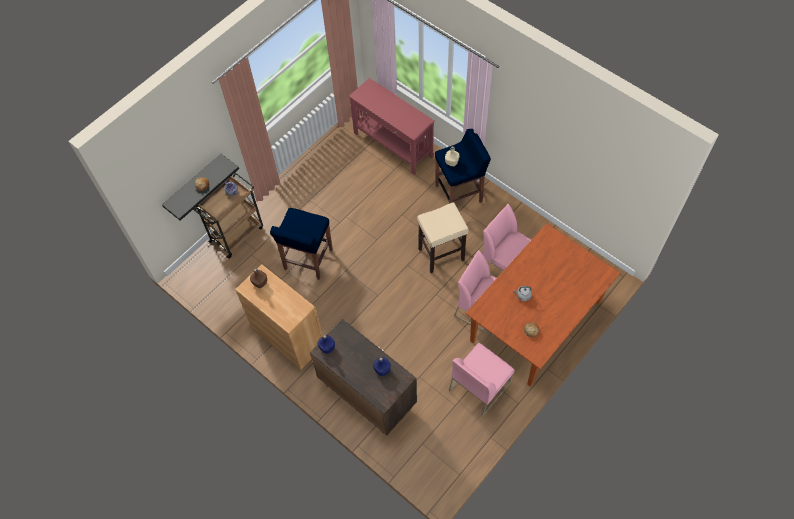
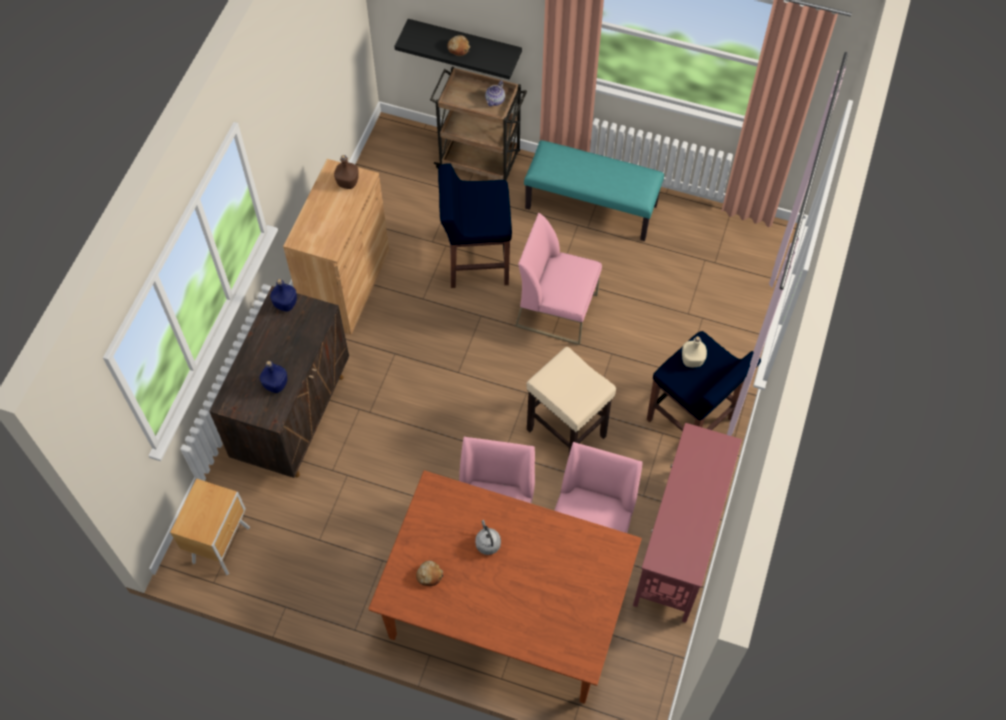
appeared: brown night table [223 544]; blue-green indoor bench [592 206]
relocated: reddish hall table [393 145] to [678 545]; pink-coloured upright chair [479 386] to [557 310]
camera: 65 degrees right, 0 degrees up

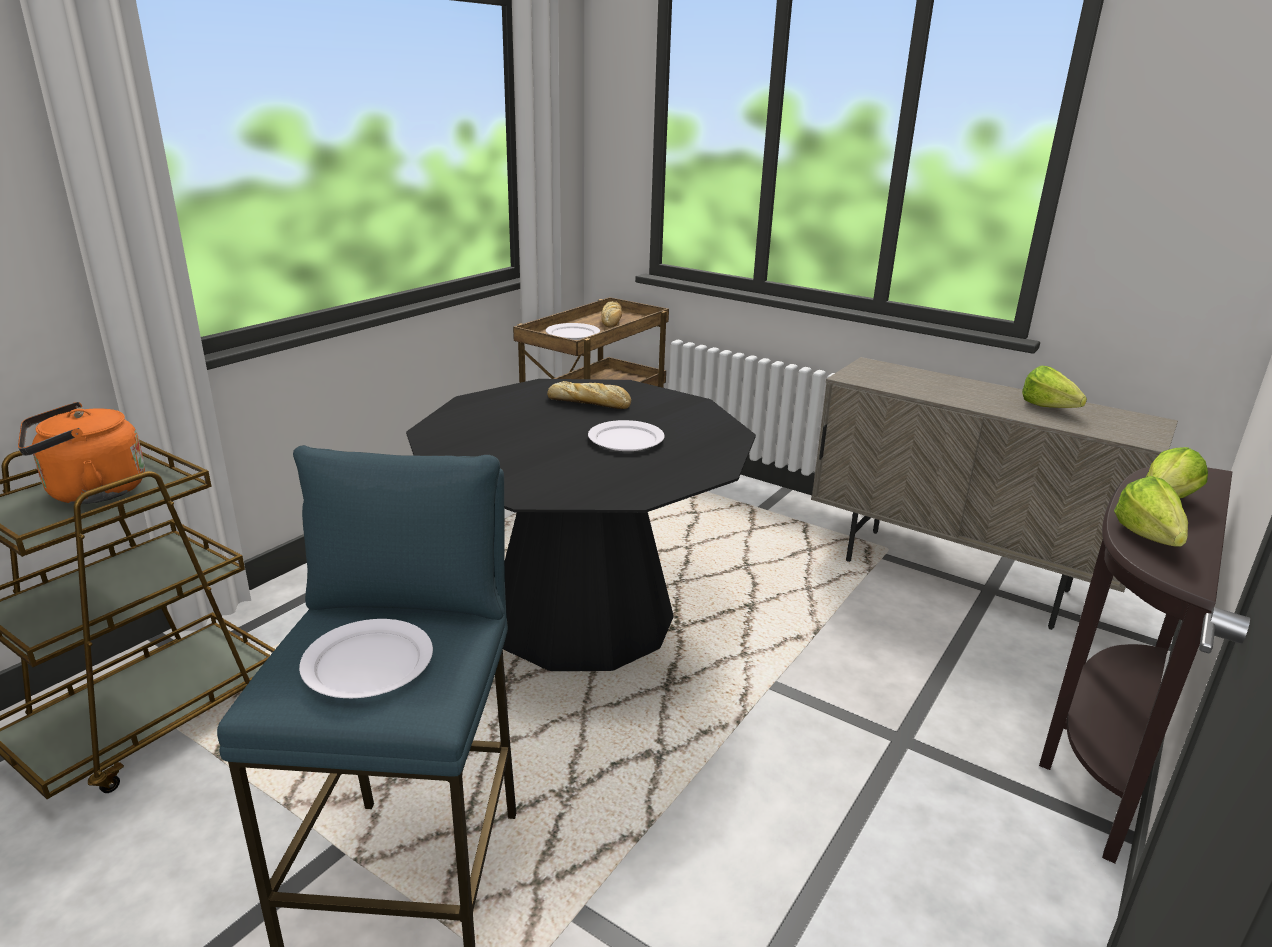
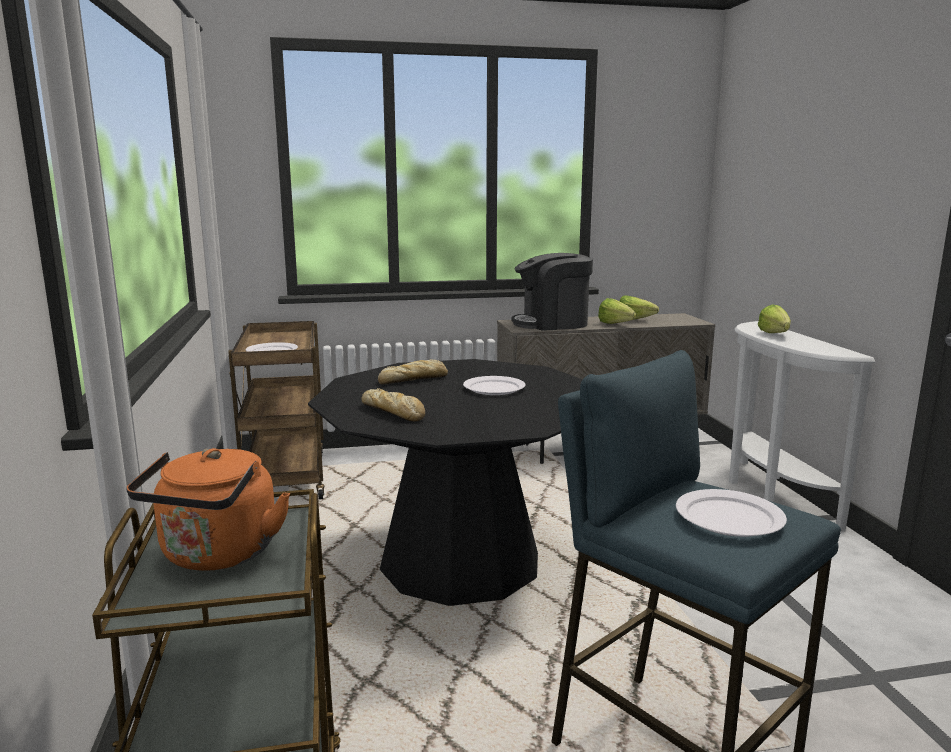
appeared: coffee brewer [552 323]
relocated: baked bread [612 320] to [393 412]; head of lettuce [1149 542] to [617 325]
colour: brown hall table [1094 751] to white hall table [770 493]
camera: 45 degrees left, 10 degrees down

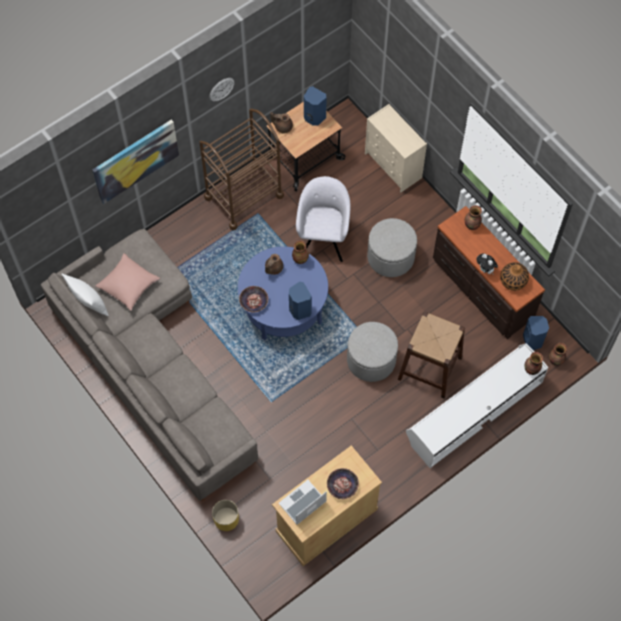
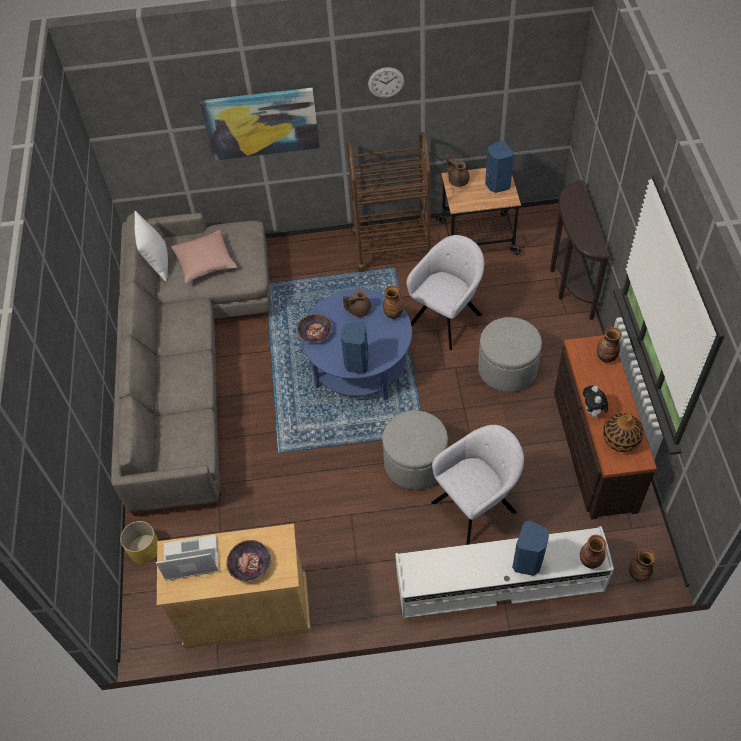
relocated: blue-coloured speaker [533 341] to [528 562]
exchanged: sand-coloured drawer chest [393 166] to brown hall table [568 283]; brown stool [430 368] to gray lounge chair [476 505]
camera: 35 degrees right, 10 degrees down

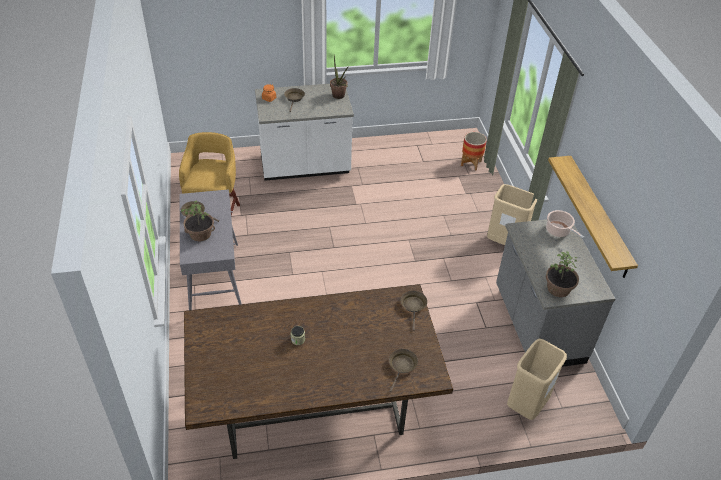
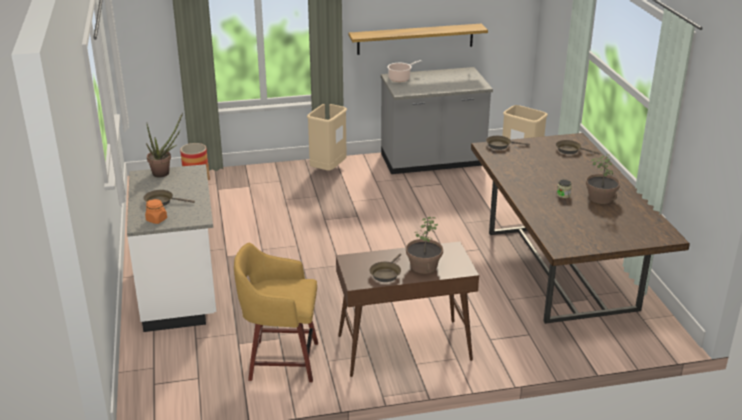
relocated: potted plant [558 289] to [601 198]
colour: gray hall table [214 279] to brown hall table [403 348]
camera: 90 degrees left, 15 degrees down

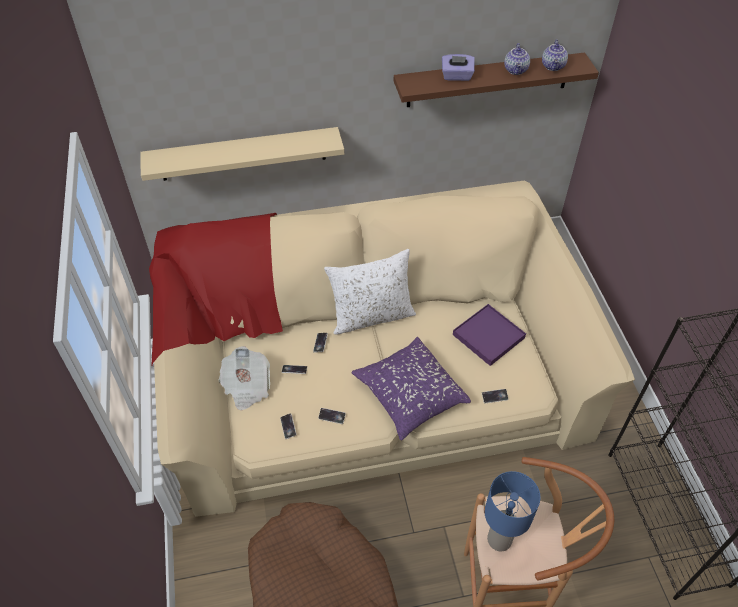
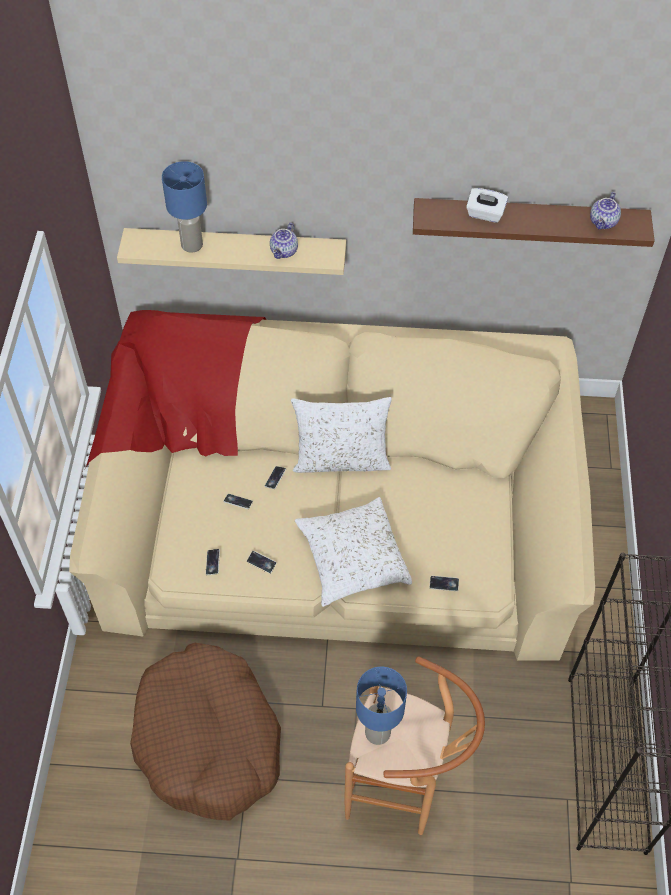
missing: printed paper [246 387]; purplish serving tray [488 336]
appeared: blue-coloured lamp for a table [192 245]
relocated: tea pot [516 70] to [284 252]
colour: purplish pillow [409 394] to white pillow [352 558]; purplish tissue box [456 76] to white tissue box [485 214]
camera: 15 degrees right, 5 degrees up

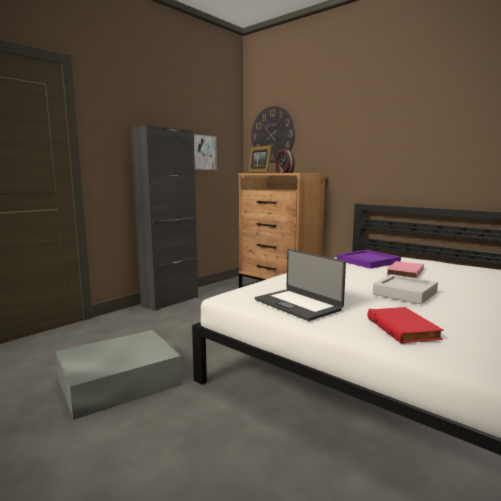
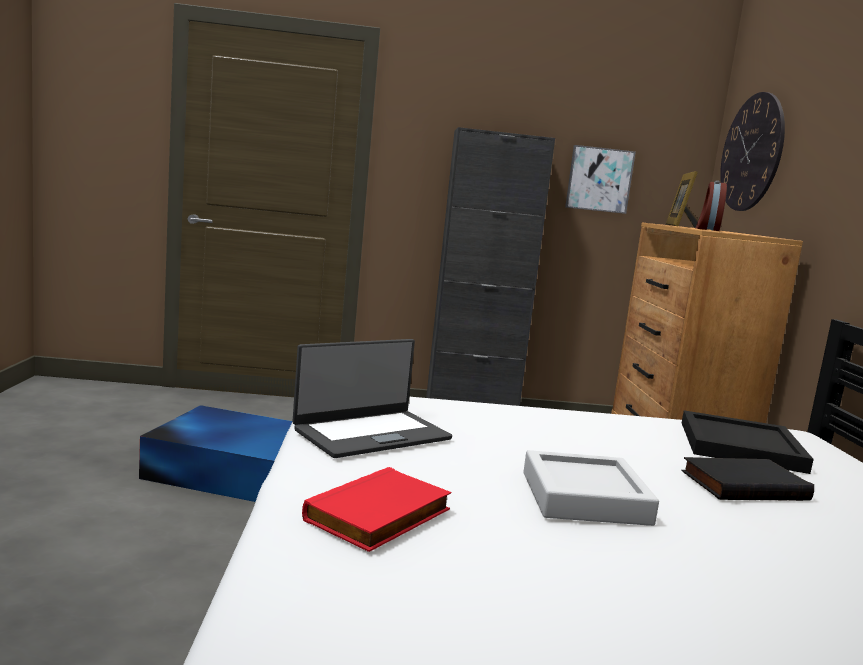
colour: gray storage box [117 382] to blue-coloured storage box [231 470]; purplish serving tray [367 261] to black-coloured serving tray [739 445]; pink-coloured book [404 272] to black-coloured book [743 485]
spun: portable computer [298 304] = [371 433] 135 degrees counterclockwise
camera: 45 degrees right, 0 degrees up

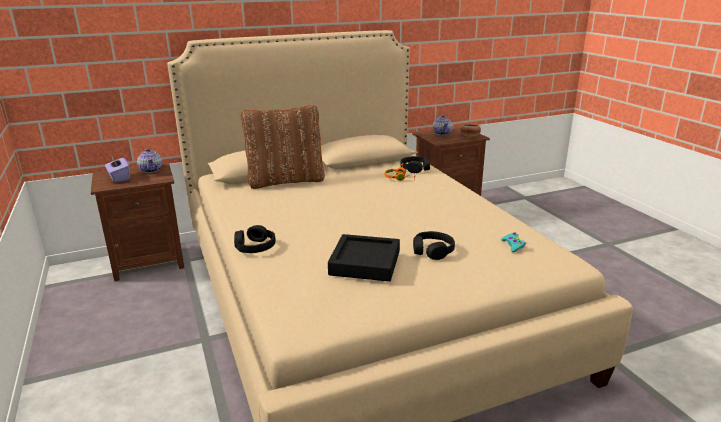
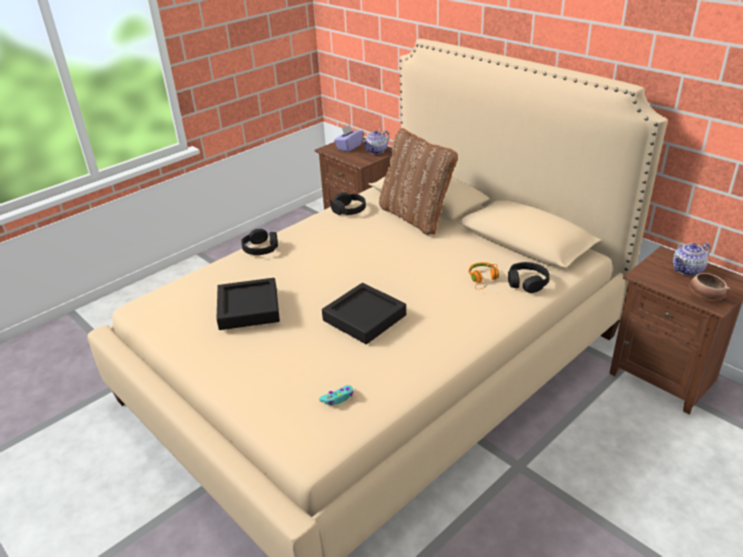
appeared: black-coloured serving tray [364 318]
relocated: black-coloured headset [432 251] to [349 210]
camera: 70 degrees right, 10 degrees up

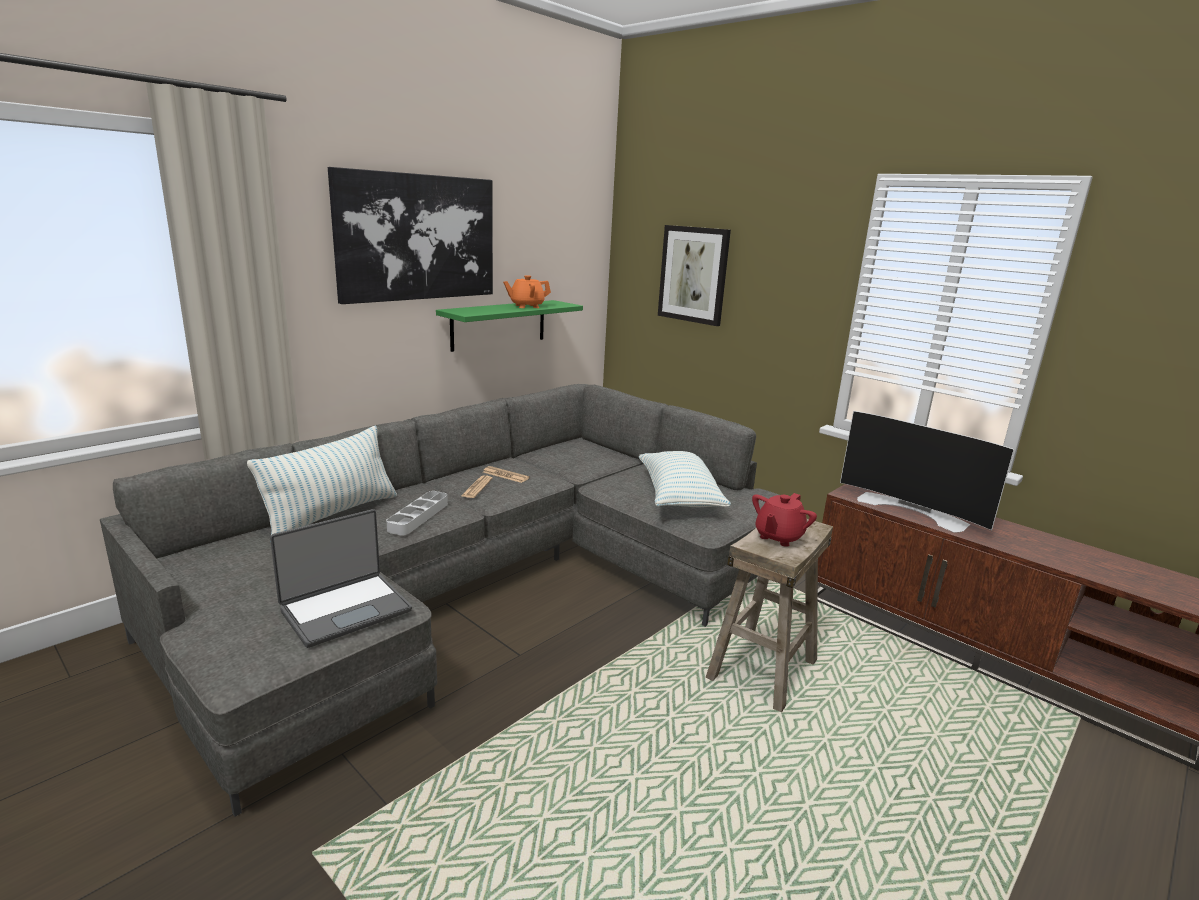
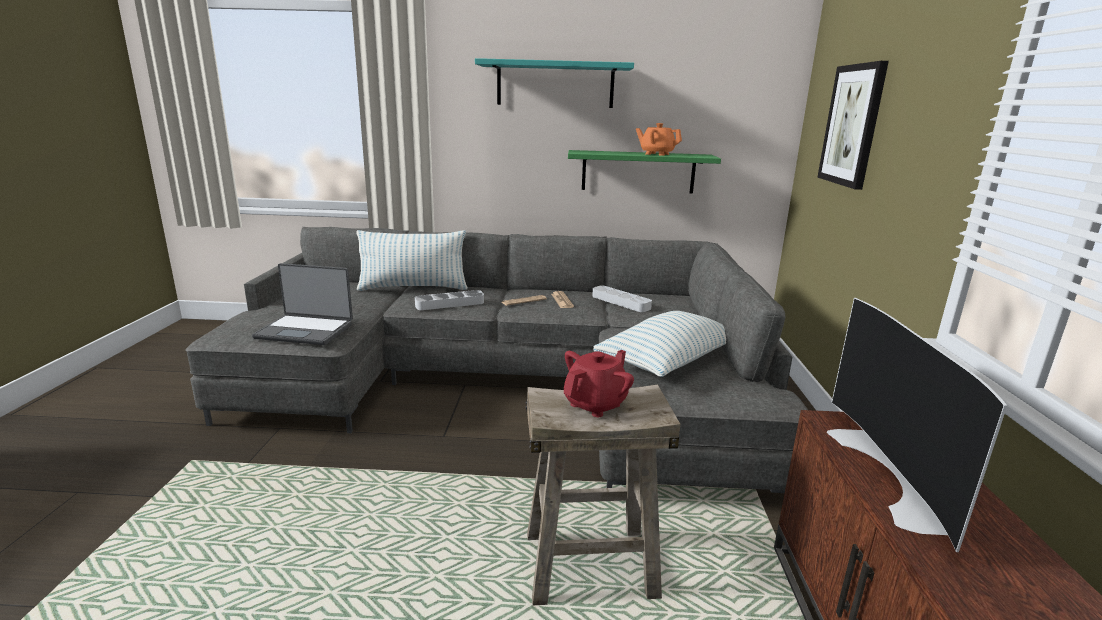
appeared: gray serving tray [620 302]
exchanged: wall art [417 237] to blue-green wall shelf [555 85]
spun: reddish tea pot [778 537] = [595 404] 135 degrees clockwise
camera: 50 degrees right, 0 degrees up

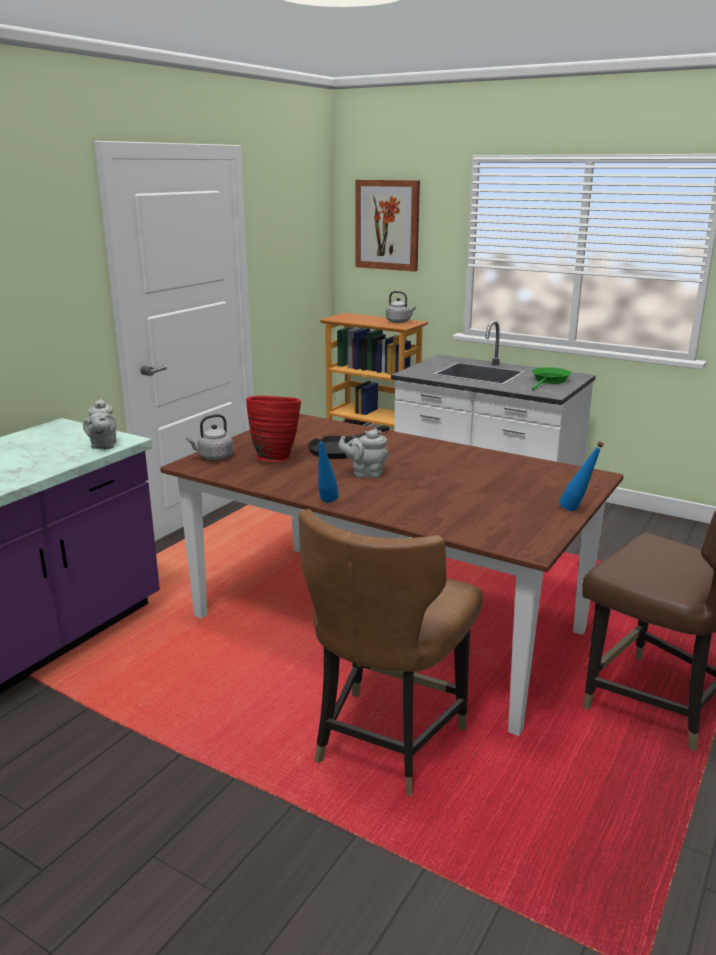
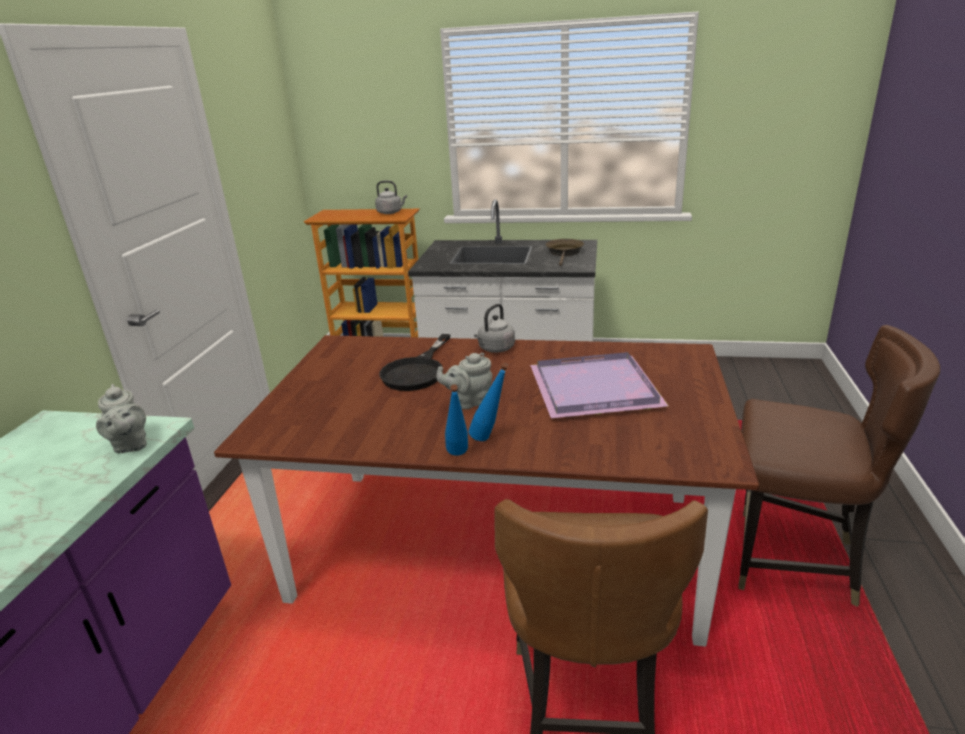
missing: reddish decorative vase [275 458]; wall art [387 225]
appeared: purplish serving tray [597 389]
relocated: gray tea kettle [213 457] to [495 349]; blue-coloured drink bottle [577 511] to [490 439]
colour: green-coloured pan [549 381] to brown pan [564 253]
camera: 20 degrees left, 5 degrees up

